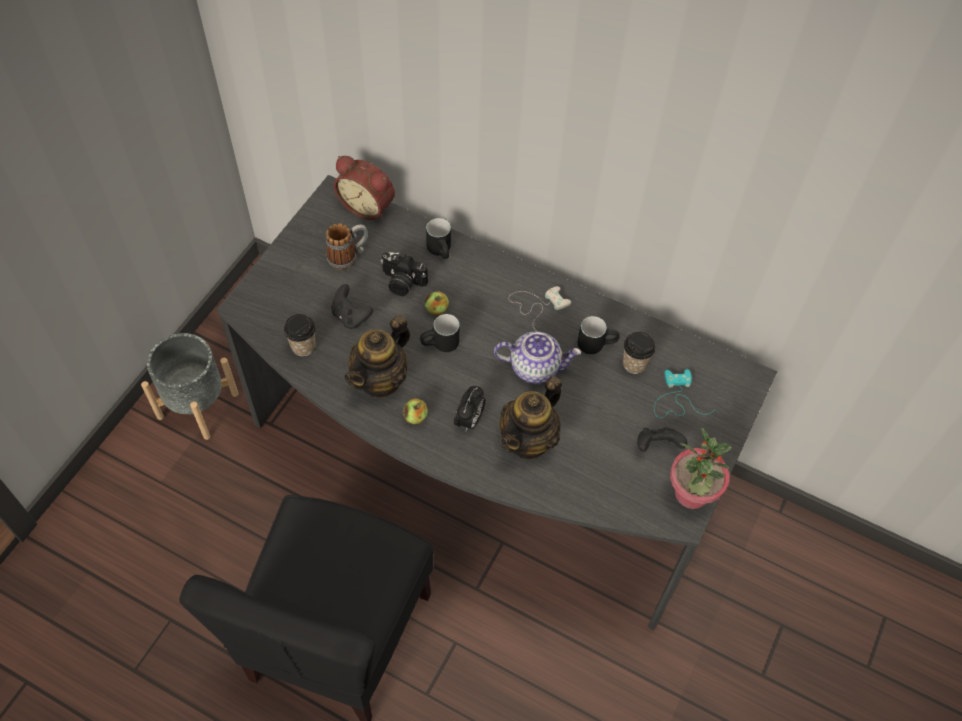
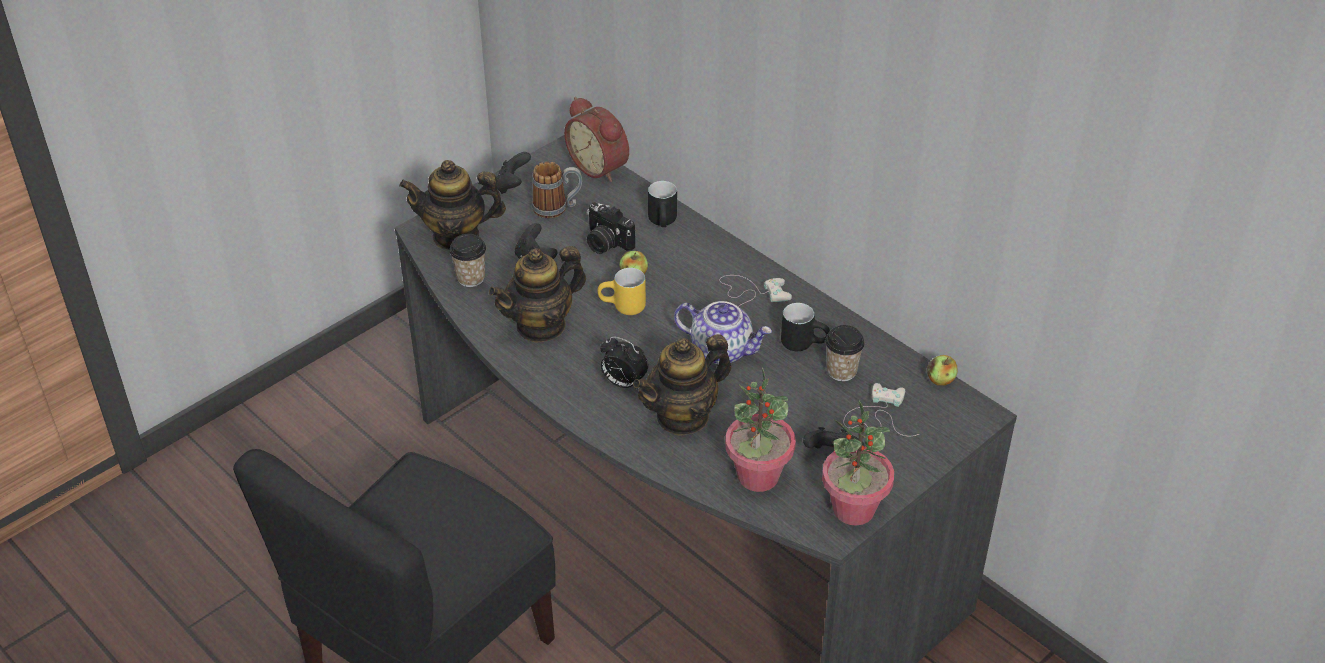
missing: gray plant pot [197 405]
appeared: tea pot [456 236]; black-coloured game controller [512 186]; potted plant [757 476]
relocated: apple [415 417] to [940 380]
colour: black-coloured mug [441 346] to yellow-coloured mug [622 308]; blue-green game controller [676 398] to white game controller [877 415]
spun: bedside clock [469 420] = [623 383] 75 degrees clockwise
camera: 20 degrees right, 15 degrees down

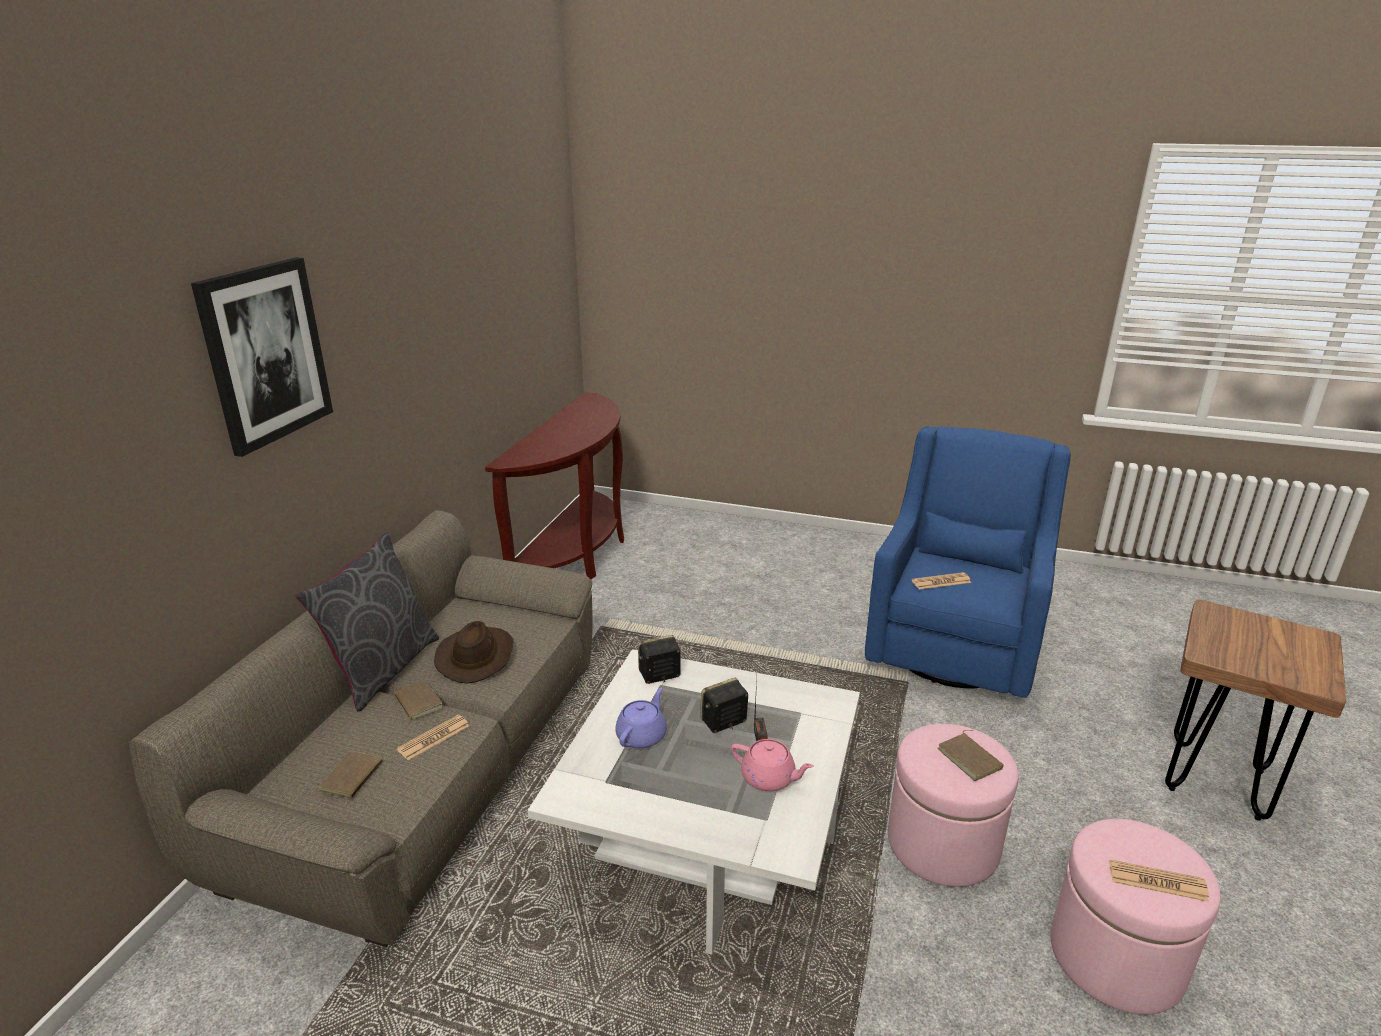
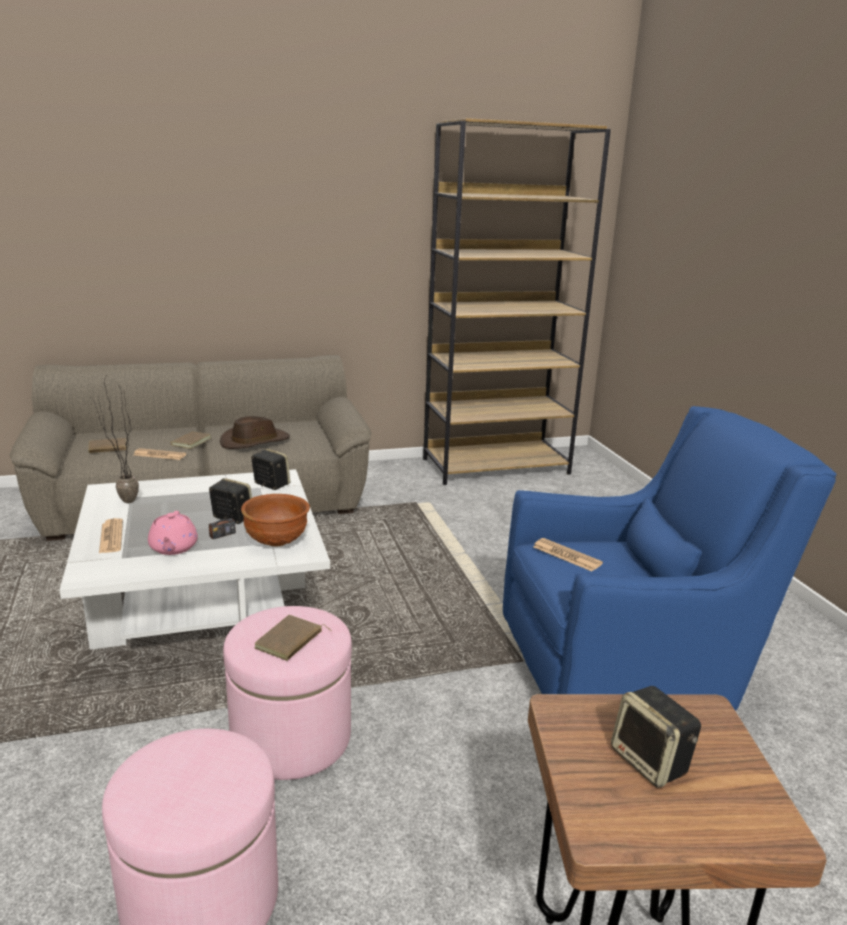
missing: wall art [265 354]; gray pillow [383 669]; purplish tea pot [642 735]
appeared: potted plant [121 501]; brown deep dish [277 542]; speaker [651 762]
relocated: printed paper [1157 881] to [111 537]
exchanged: brown hall table [576 554] to brown bookcase [496 466]
camera: 55 degrees right, 5 degrees down

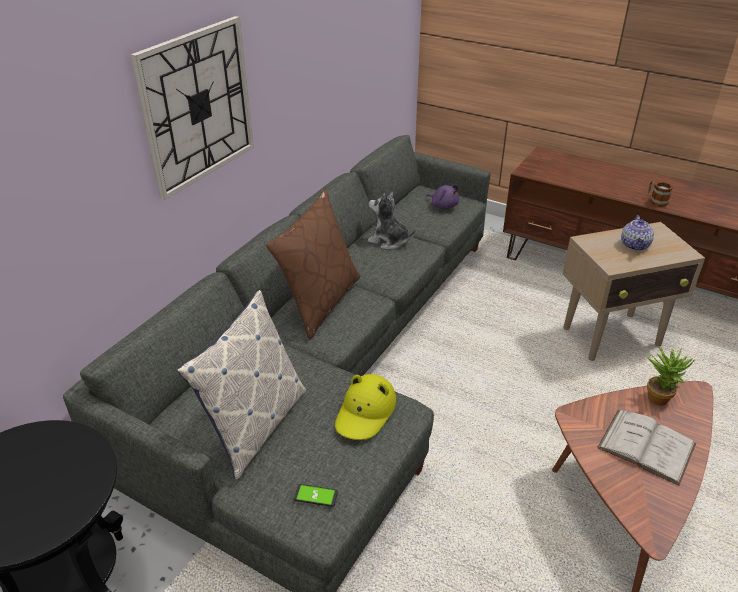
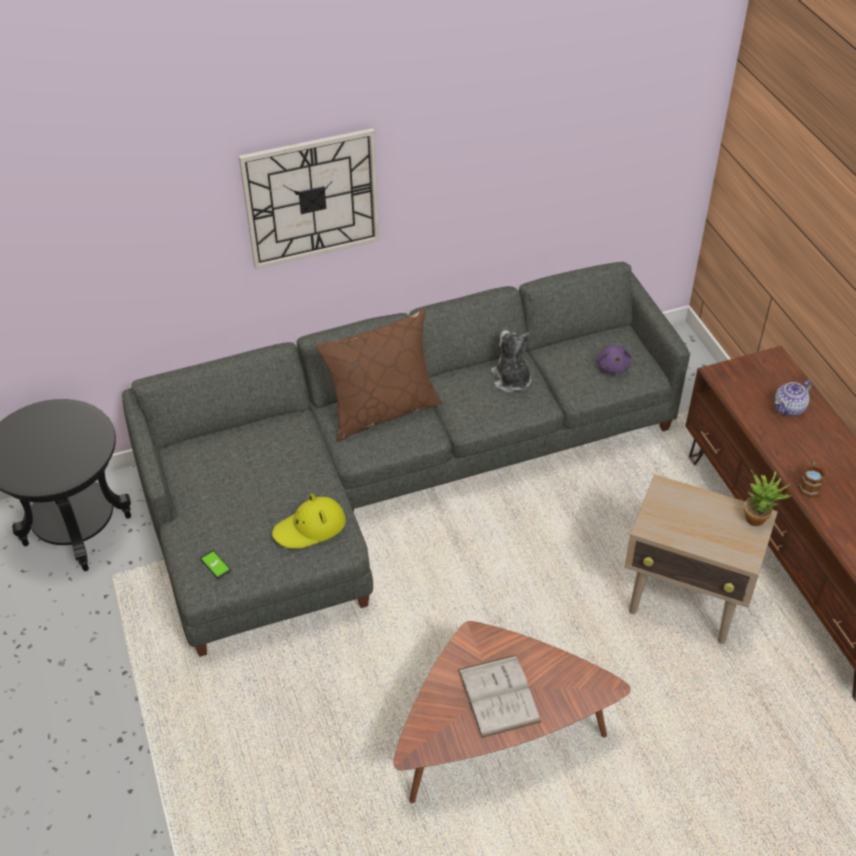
missing: pillow [255 426]
relocated: tea pot [635 245] to [789 408]; potted plant [659 396] to [759 518]
camera: 40 degrees right, 10 degrees up

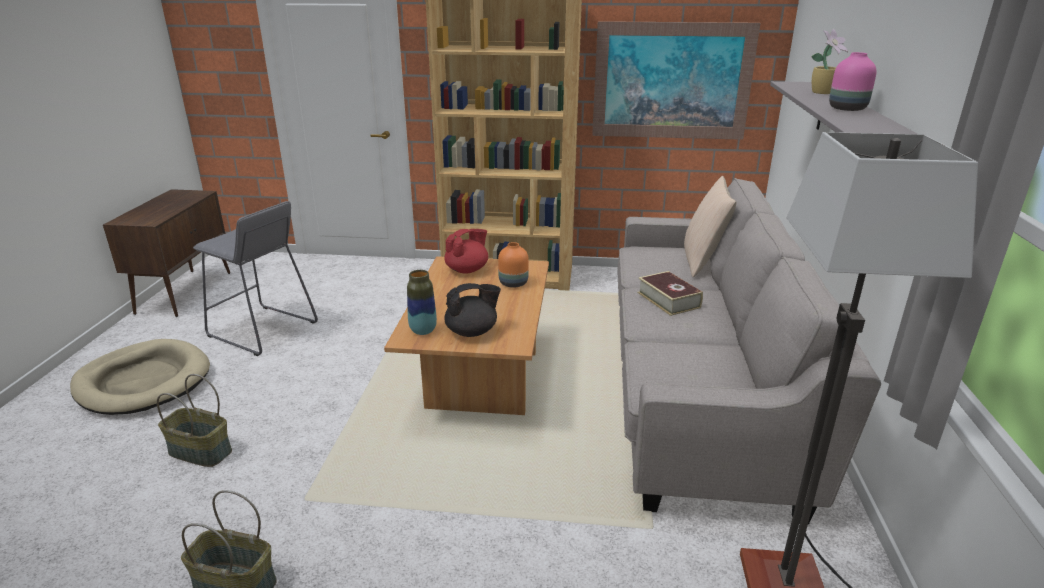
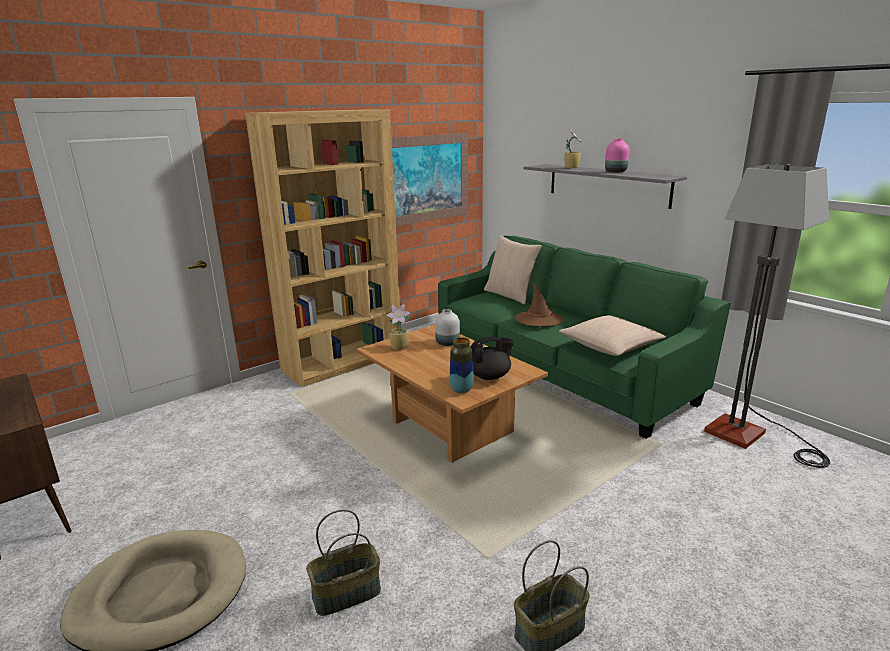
missing: gray stool [262 330]
appeared: sand-coloured pillow [610 346]
exchanged: reddish tea pot [467 270] to potted plant [400 347]; book [668 300] to brown clothing hat [539 319]
colour: orange decorative vase [512 283] to white decorative vase [447 343]; gray sofa [697 384] to green-coloured sofa [560 371]
spun: black-coloured tea pot [472 332] = [490 376] 45 degrees clockwise
camera: 45 degrees left, 5 degrees down

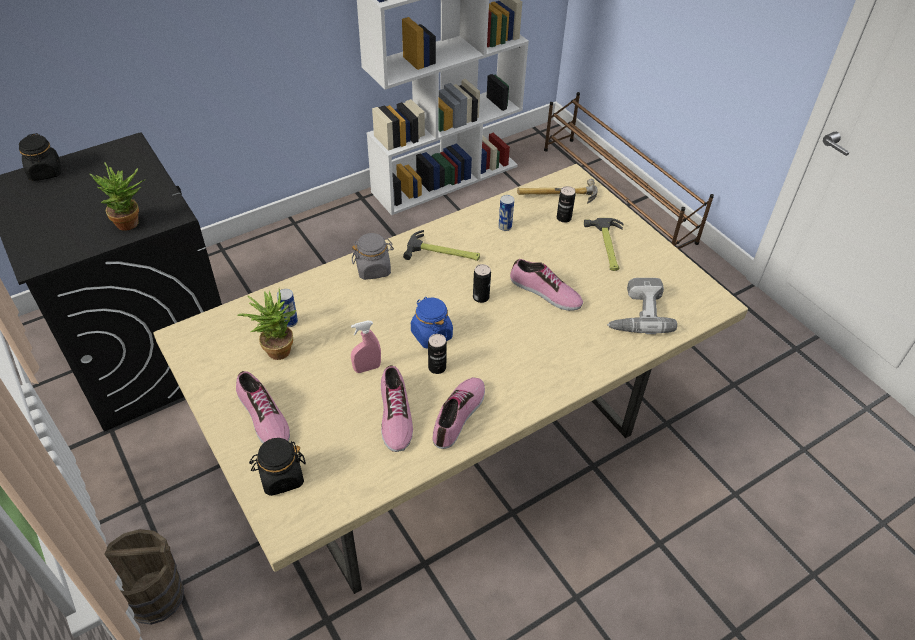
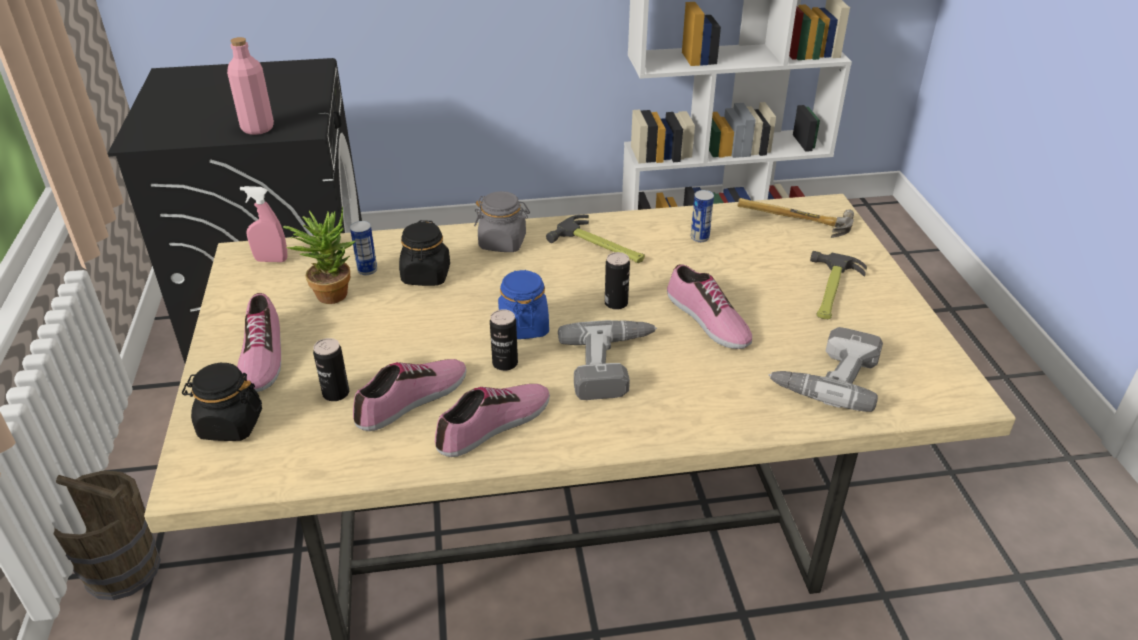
missing: brown shoe shelf [617 195]
appeared: power drill [612 365]
relocated: black-coloured preserve jar [45 172] to [426 275]; pink-coloured hand sprayer [367 368] to [271 260]; can [563 218] to [336 393]
exchanged: potted plant [132 223] to pink-coloured drink bottle [258 128]
spun: item of footwear [394 415] = [413 400] 150 degrees counterclockwise
camera: 25 degrees right, 10 degrees down

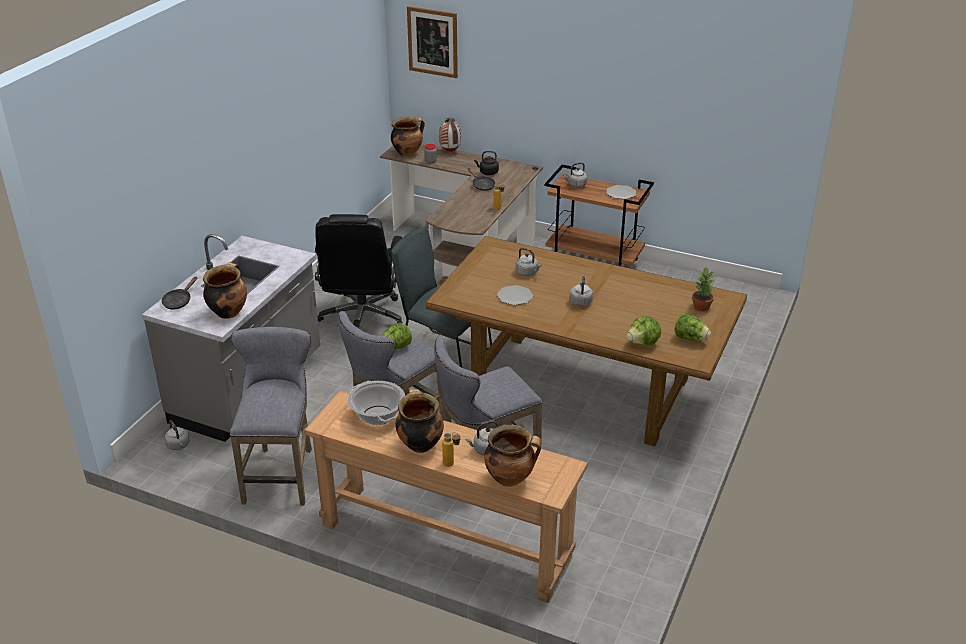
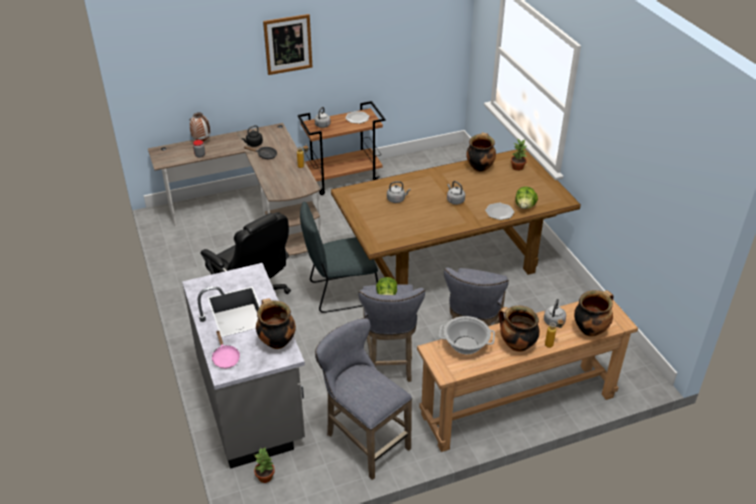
missing: head of lettuce [690 338]
relocated: stockpot [407 153] to [479 167]; wall art [433 42] to [288 44]; plate [515 296] to [499 212]
exchanged: gray tea kettle [178 446] to potted plant [265 477]
colour: black-coloured pan [179 301] to pink-coloured pan [225 358]
camera: 45 degrees left, 5 degrees up

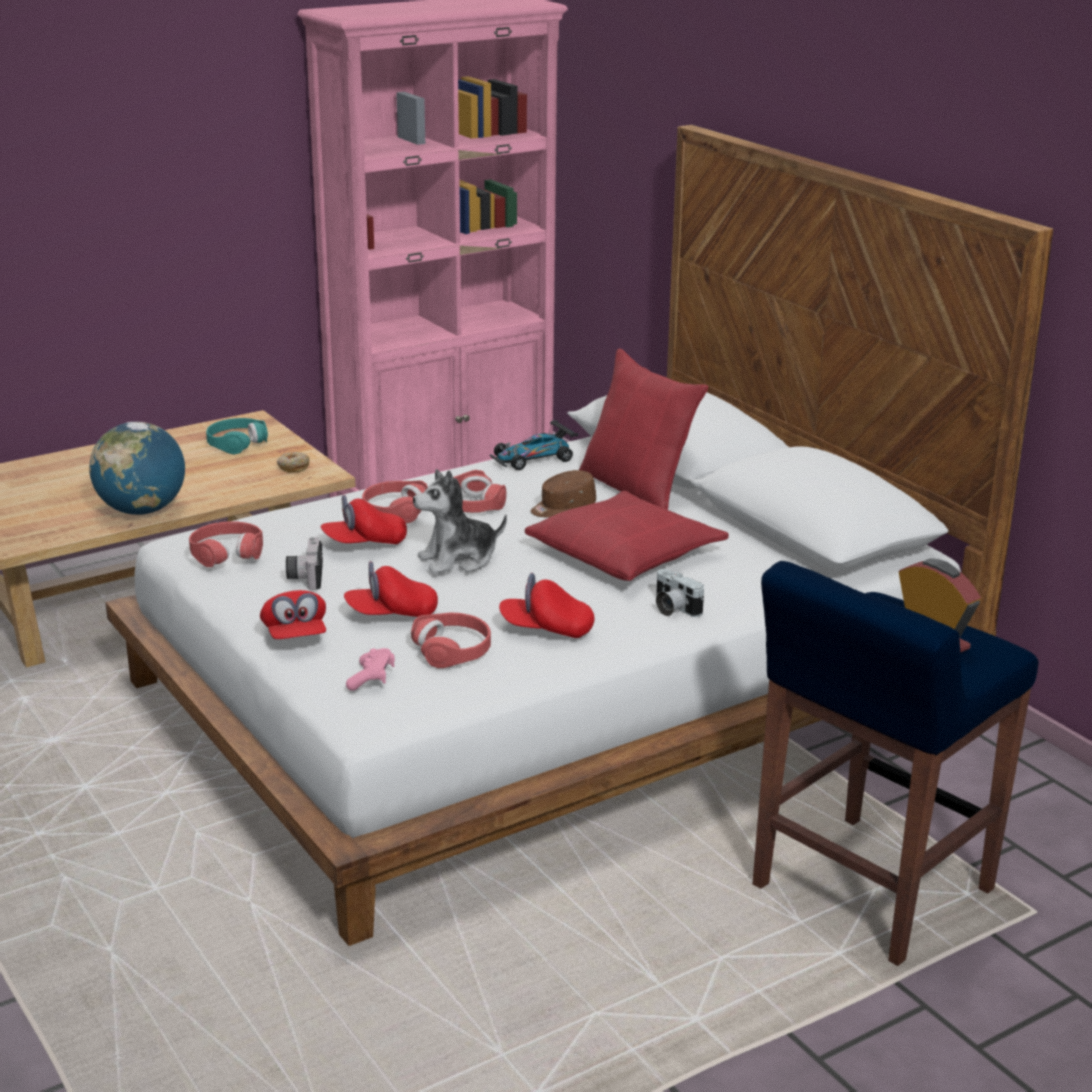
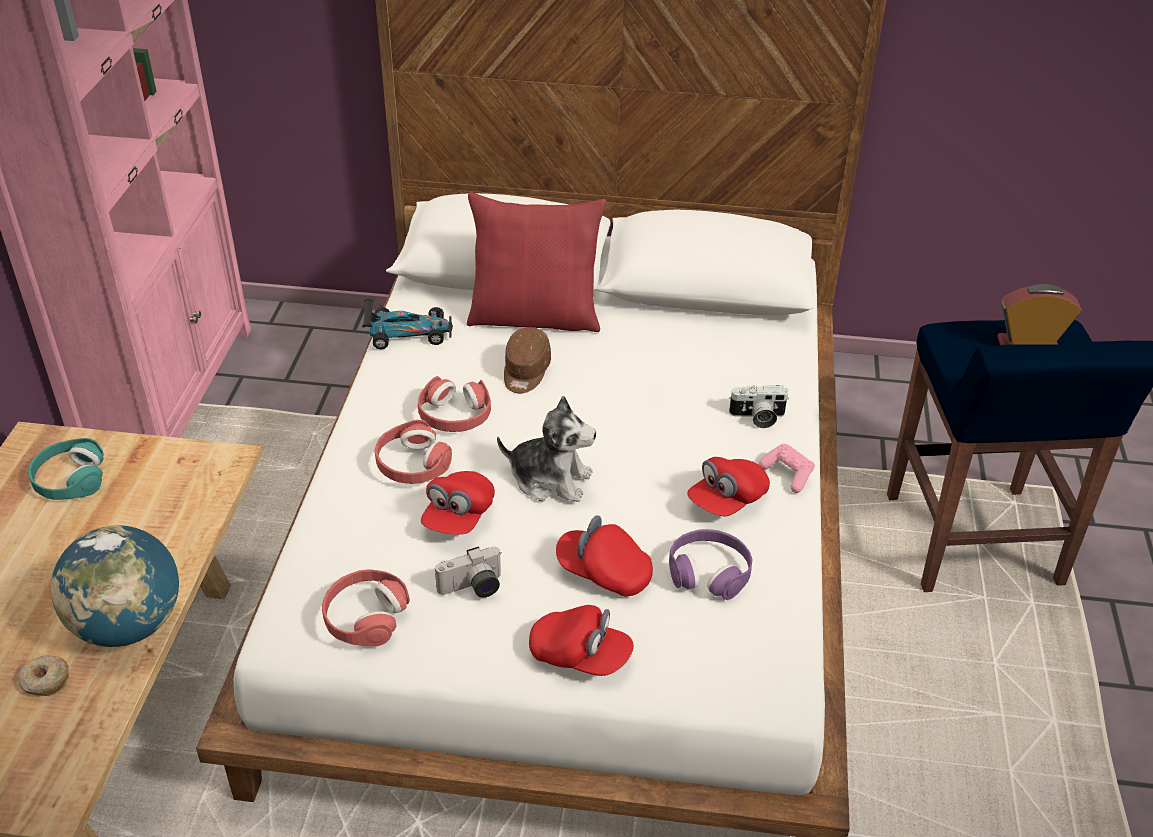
missing: reddish pillow [626 554]
relocated: doughnut [293 467] to [45 681]; pink-coloured game controller [371 679] to [787 474]
colour: reddish headset [453 650] to purplish headset [709 572]
spun: still camera [305 576] = [472 588] 60 degrees counterclockwise; reddish baseball cap [391 614] = [603 572] 90 degrees clockwise; plush toy [458 560] = [550 479] 90 degrees counterclockwise; model car [533 458] = [407 333] 105 degrees counterclockwise
camera: 50 degrees left, 15 degrees up

